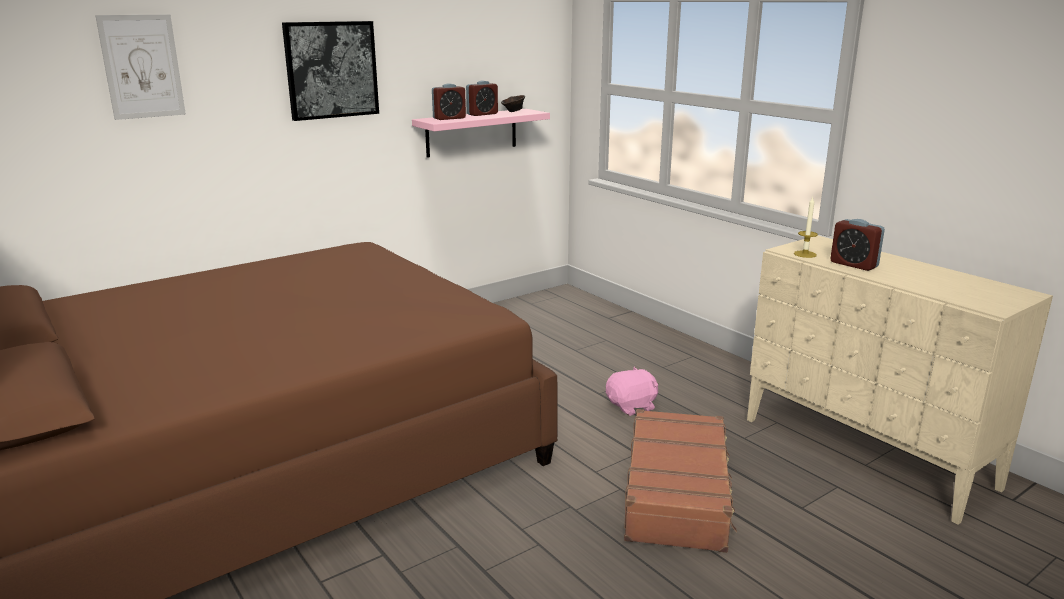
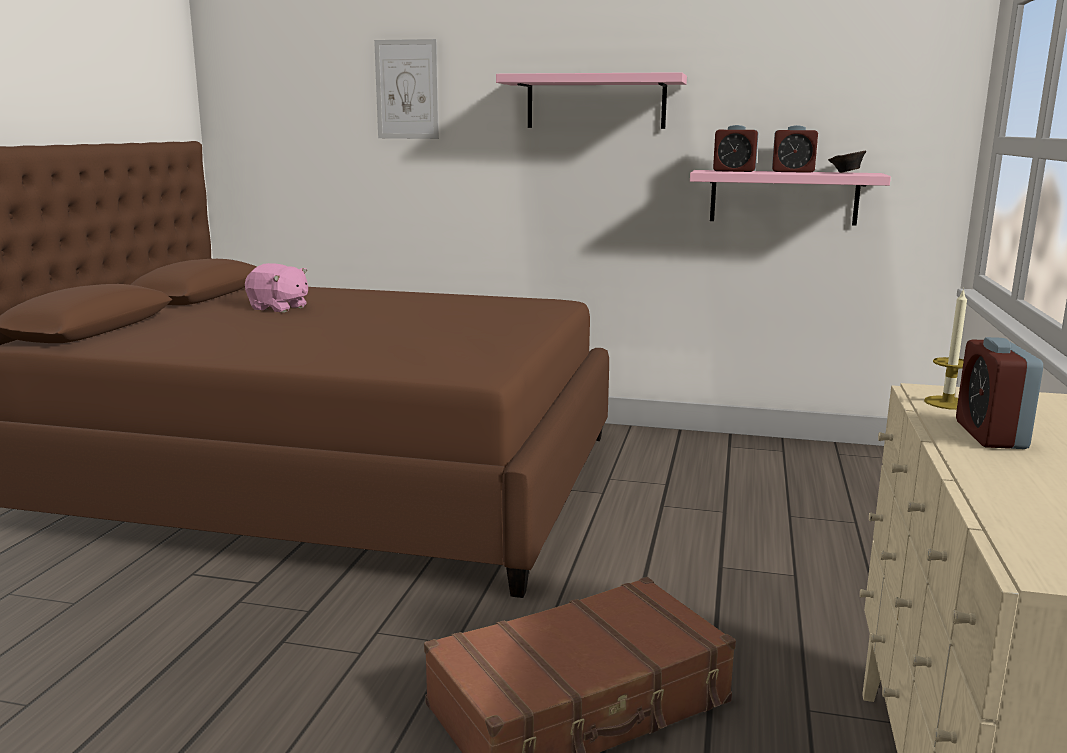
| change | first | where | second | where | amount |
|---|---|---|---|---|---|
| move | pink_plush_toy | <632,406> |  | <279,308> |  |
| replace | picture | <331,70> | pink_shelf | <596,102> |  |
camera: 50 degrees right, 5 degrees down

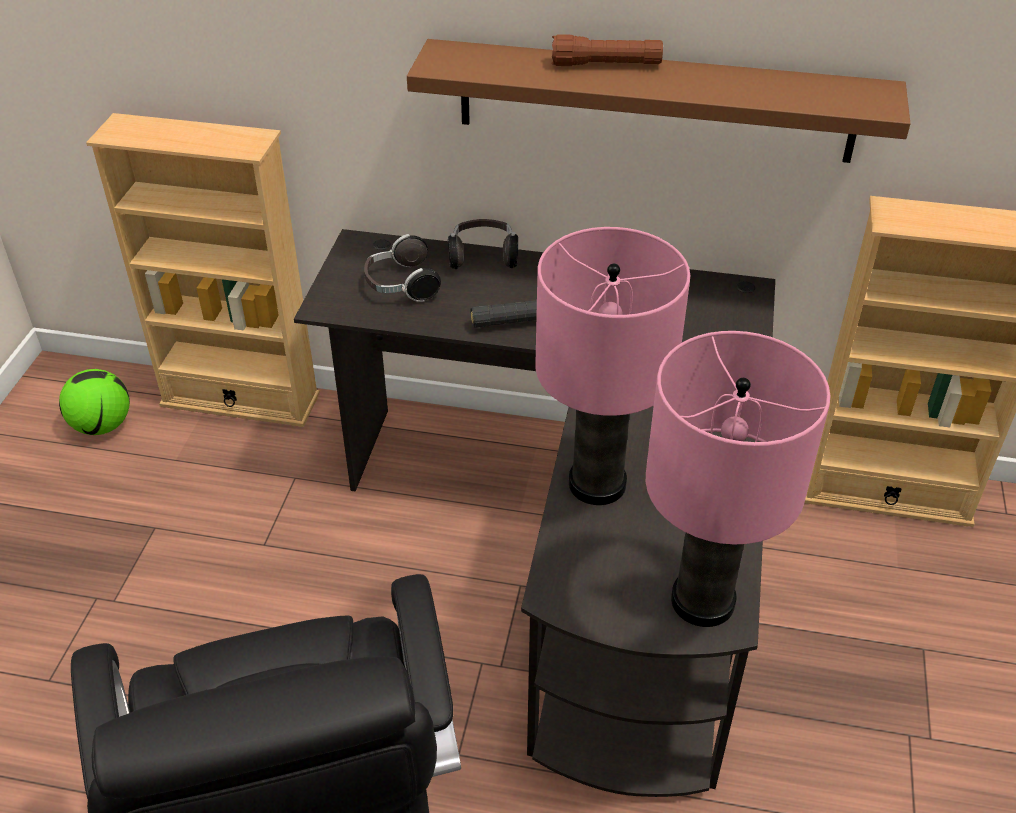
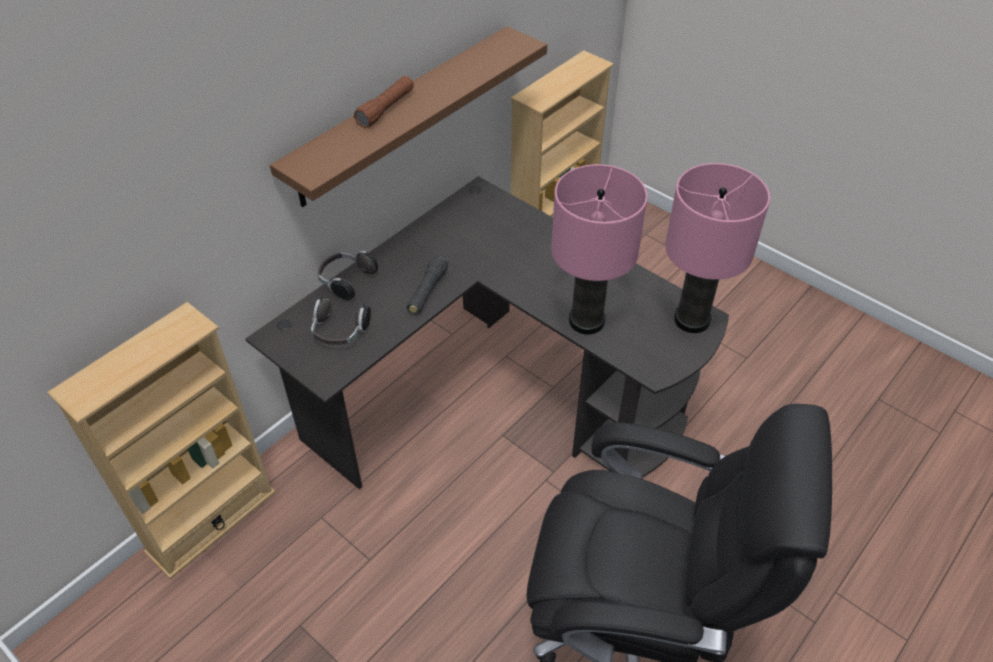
| change | first | where | second | where | amount |
|---|---|---|---|---|---|
| delete | football | <103,425> |  |  |  |
camera: 60 degrees left, 5 degrees up

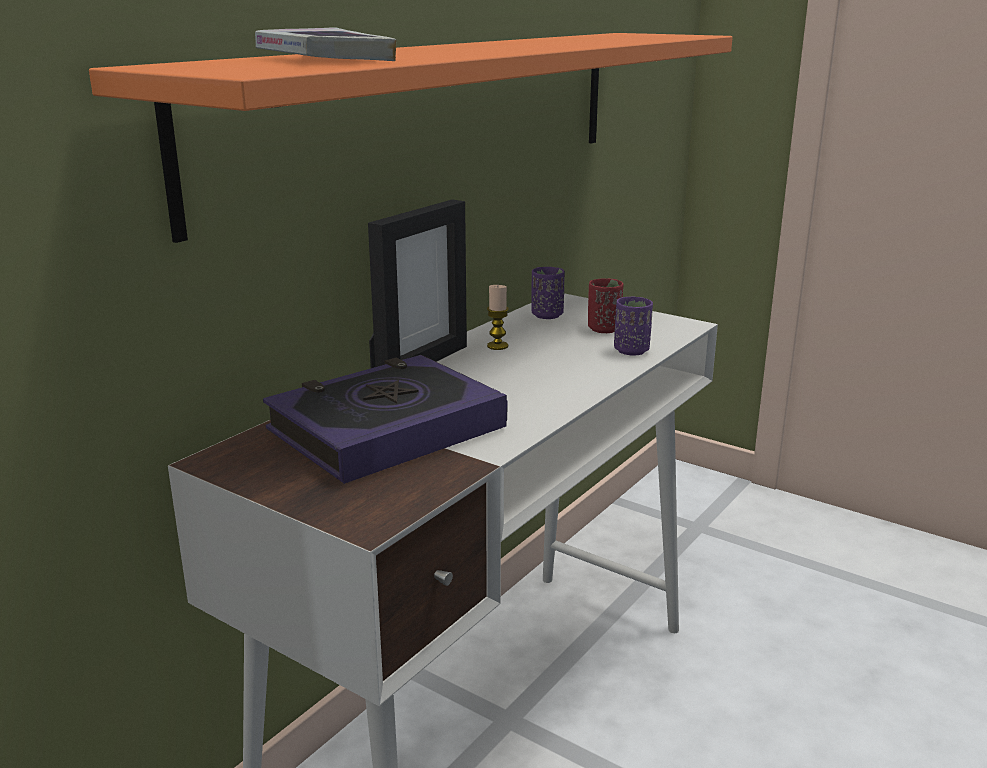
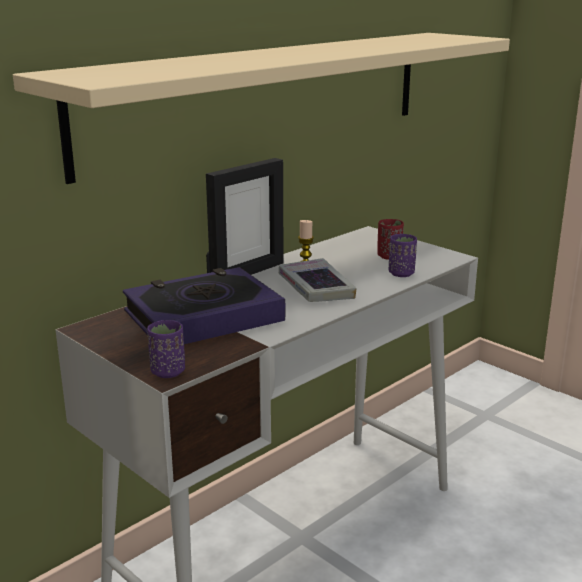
| change | first | where | second | where | amount |
|---|---|---|---|---|---|
| recolor | orange_shelf | <433,114> | beige_shelf | <266,96> |  |
| move | purple_cup | <547,315> |  | <168,372> |  |
| move | book | <323,59> |  | <315,288> |  |
camera: 10 degrees right, 0 degrees up

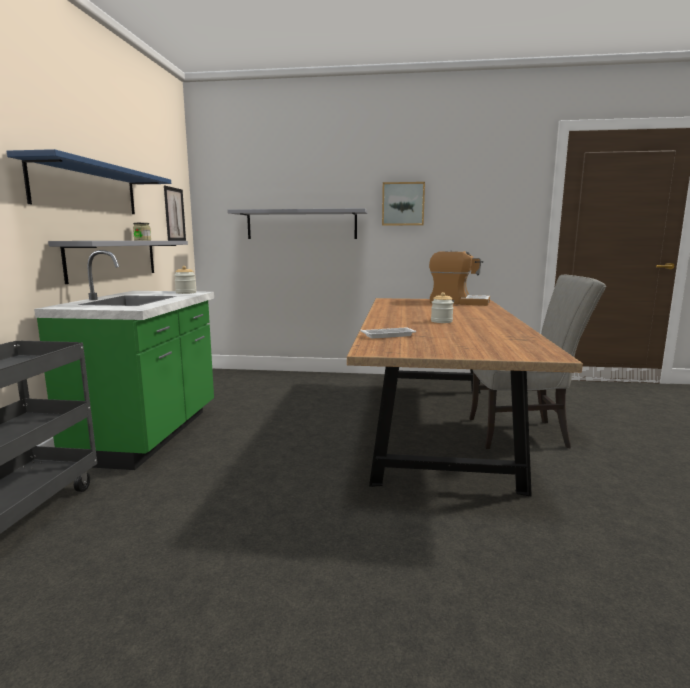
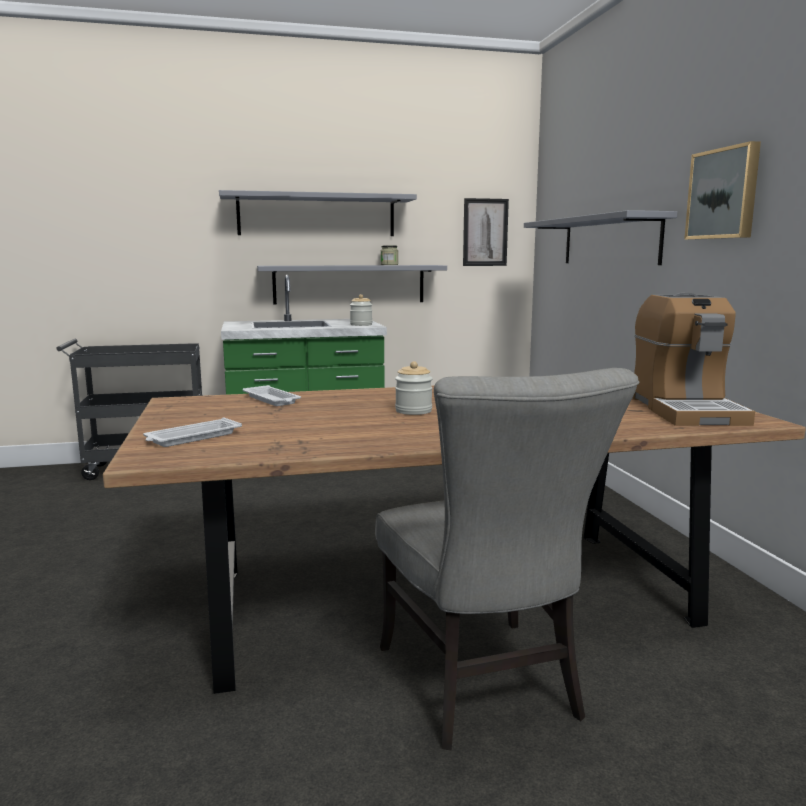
| change | first | where | second | where | amount |
|---|---|---|---|---|---|
| insert |  |  | white_tray | <192,438> |  |
| recolor | blue_shelf | <87,189> | grey_shelf | <317,215> |  |
camera: 70 degrees right, 0 degrees up

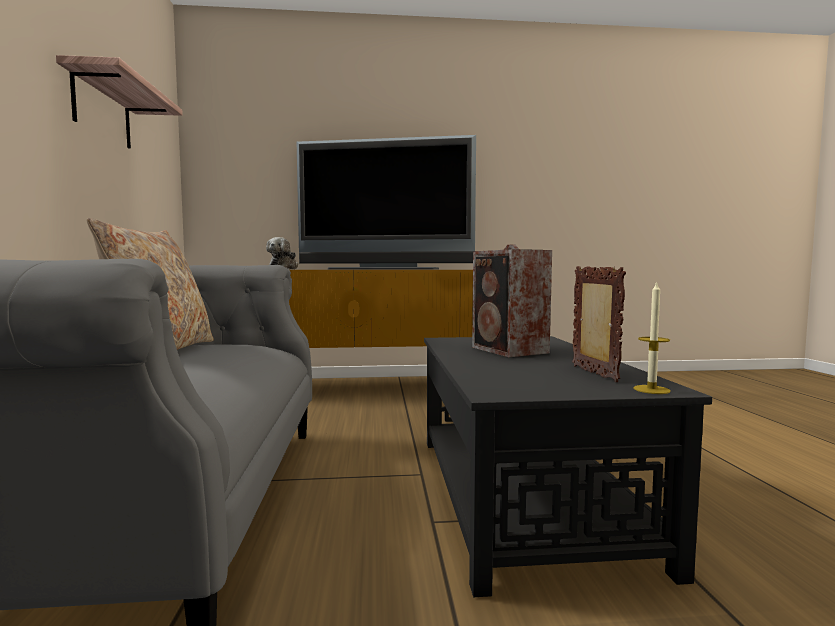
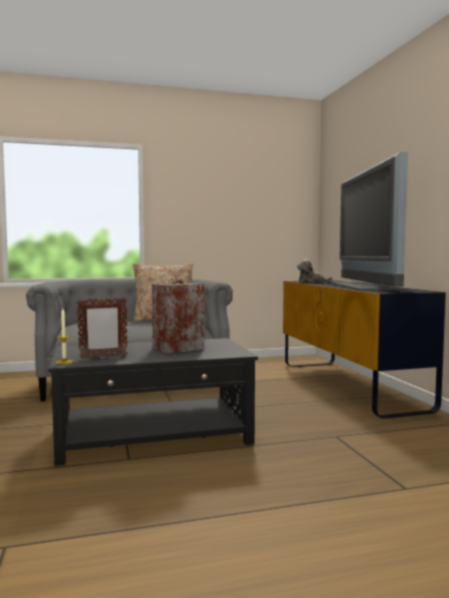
| change | first | where | second | where | amount |
|---|---|---|---|---|---|
| delete | shelf | <102,110> |  |  |  |
camera: 80 degrees right, 0 degrees up

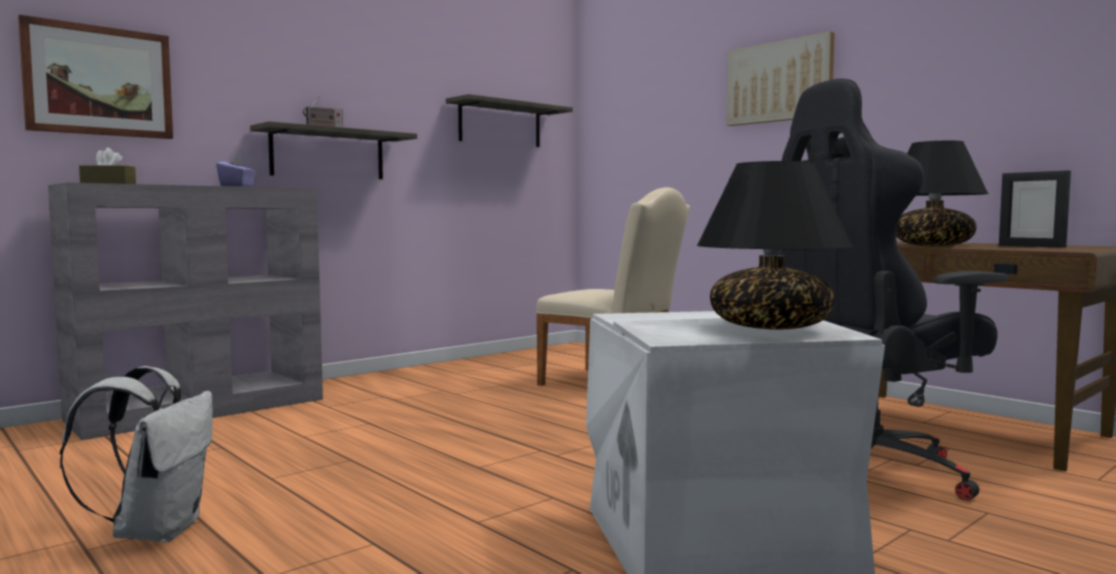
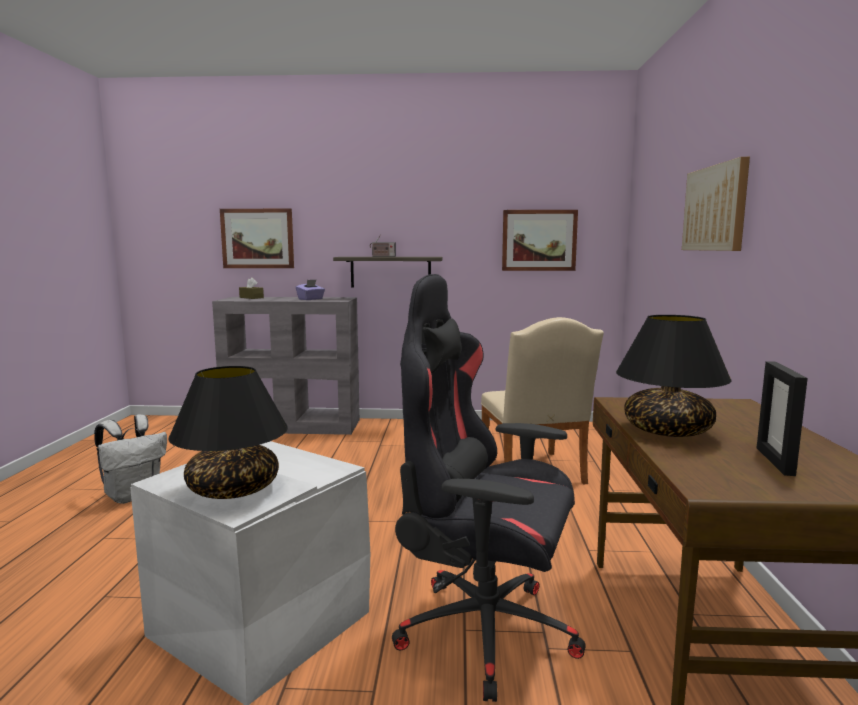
| change | first | where | second | where | amount |
|---|---|---|---|---|---|
| replace | shelf | <500,124> | picture | <539,240> |  |
camera: 45 degrees right, 5 degrees up

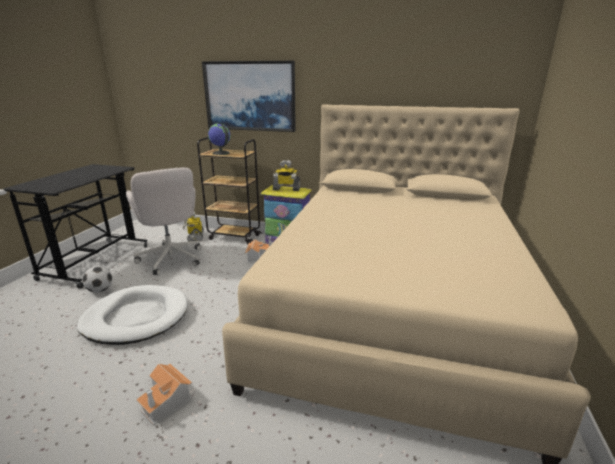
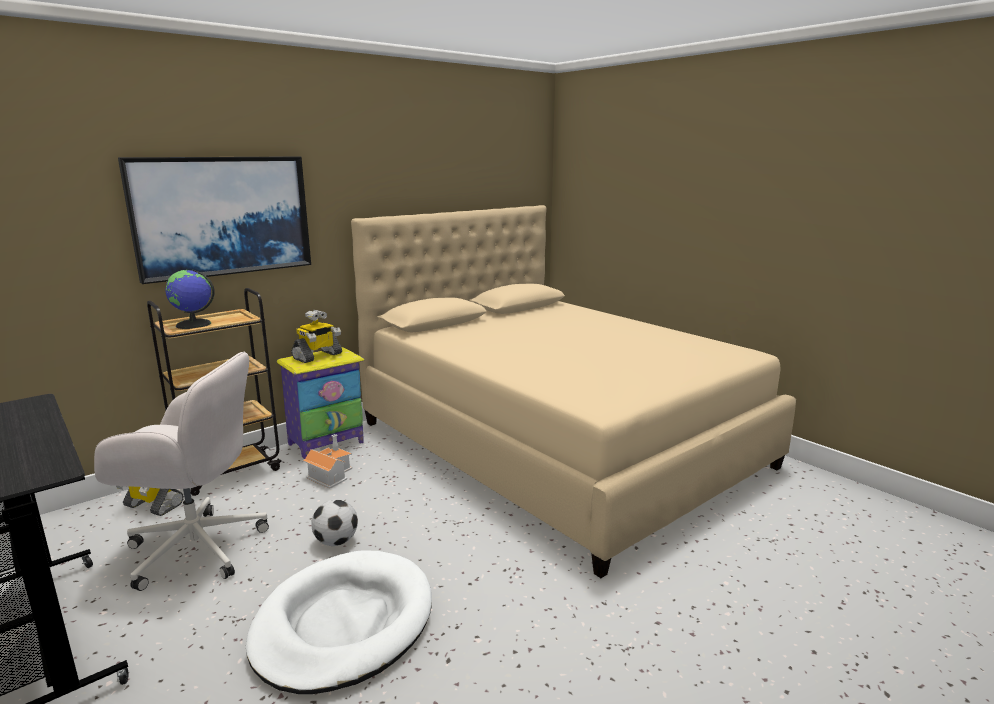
| change | first | where | second | where | amount |
|---|---|---|---|---|---|
| move | football | <100,290> |  | <336,542> |  |
| delete | toy_house | <167,402> |  |  |  |
camera: 55 degrees left, 5 degrees down

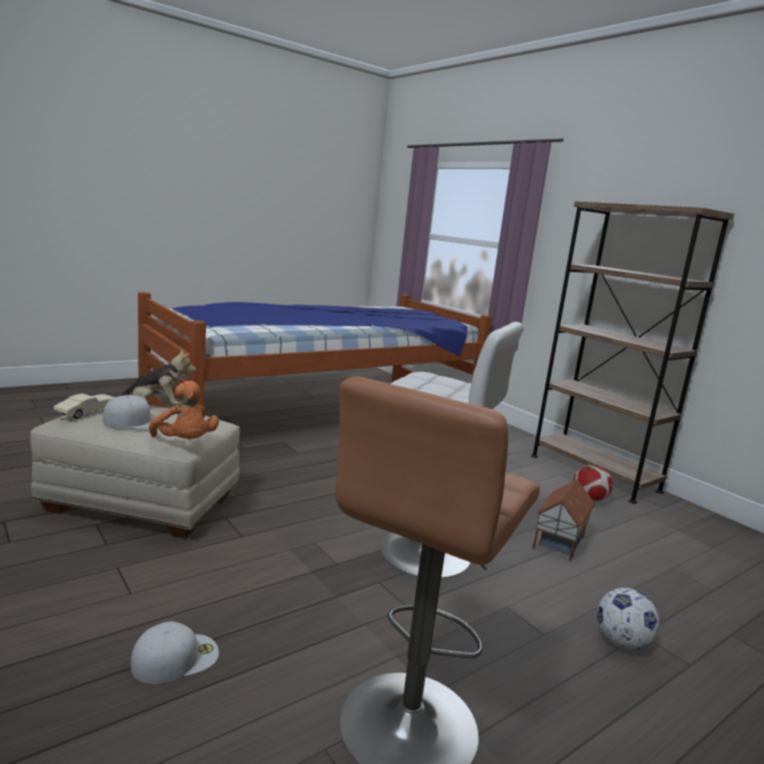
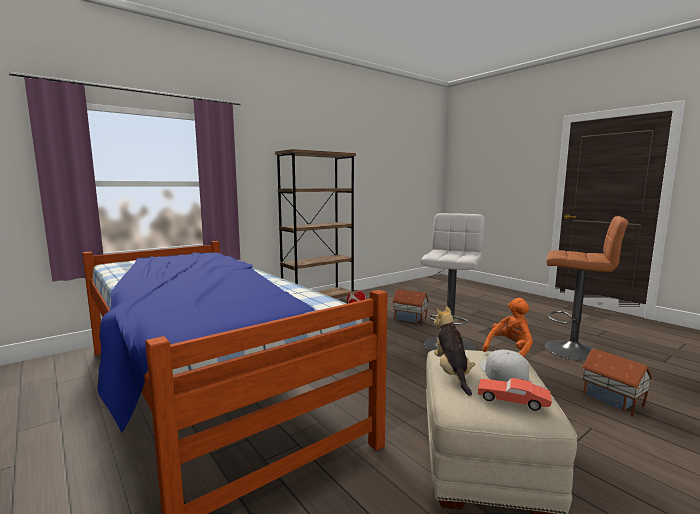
| change | first | where | second | where | amount |
|---|---|---|---|---|---|
| recolor | beige_toy_car | <87,412> | red_toy_car | <513,401> |  |
| replace | white_cap | <176,657> | toy_house | <612,400> |  |
| delete | football | <622,642> |  |  |  |
camera: 90 degrees left, 5 degrees down

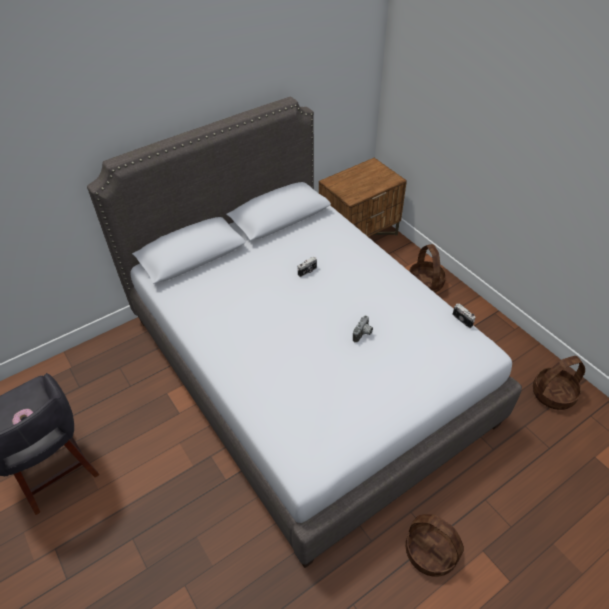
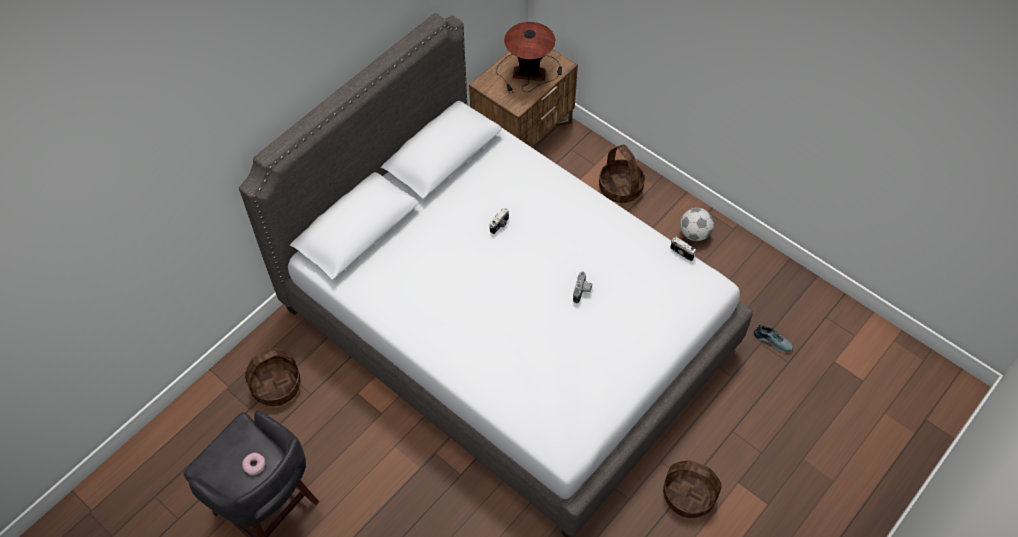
| change | first | where | second | where | amount |
|---|---|---|---|---|---|
| move | basket | <553,394> |  | <276,386> |  |
| insert |  |  | table_lamp | <528,73> |  |
| insert |  |  | football | <694,233> |  |
| insert |  |  | shoe | <773,340> |  |
camera: 15 degrees left, 10 degrees up

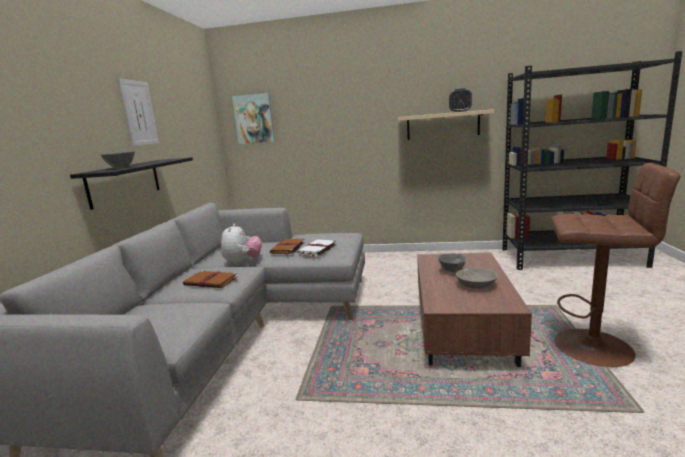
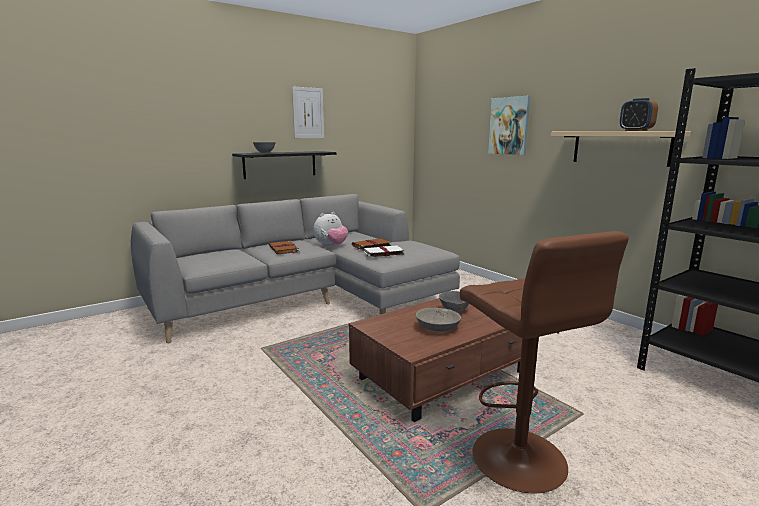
| change | first | where | second | where | amount |
|---|---|---|---|---|---|
| move | picture | <254,119> |  | <509,126> |  |
camera: 45 degrees right, 0 degrees up

